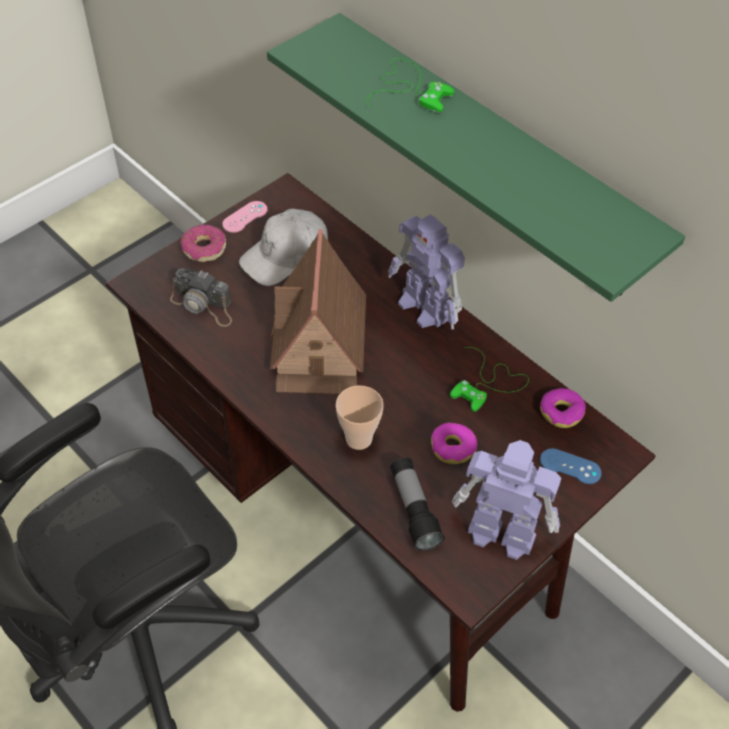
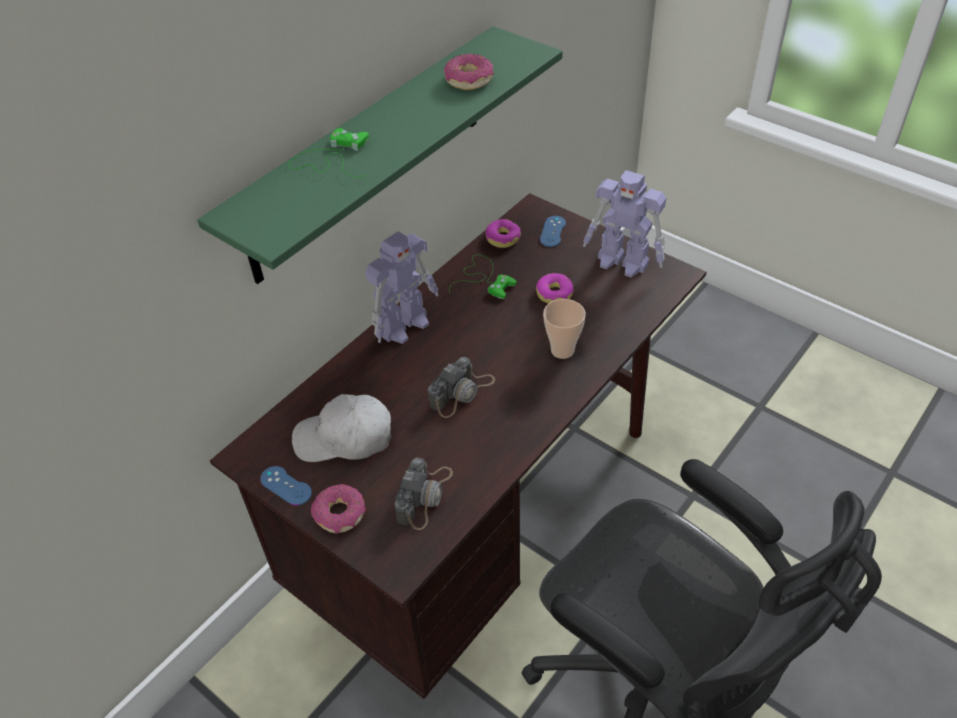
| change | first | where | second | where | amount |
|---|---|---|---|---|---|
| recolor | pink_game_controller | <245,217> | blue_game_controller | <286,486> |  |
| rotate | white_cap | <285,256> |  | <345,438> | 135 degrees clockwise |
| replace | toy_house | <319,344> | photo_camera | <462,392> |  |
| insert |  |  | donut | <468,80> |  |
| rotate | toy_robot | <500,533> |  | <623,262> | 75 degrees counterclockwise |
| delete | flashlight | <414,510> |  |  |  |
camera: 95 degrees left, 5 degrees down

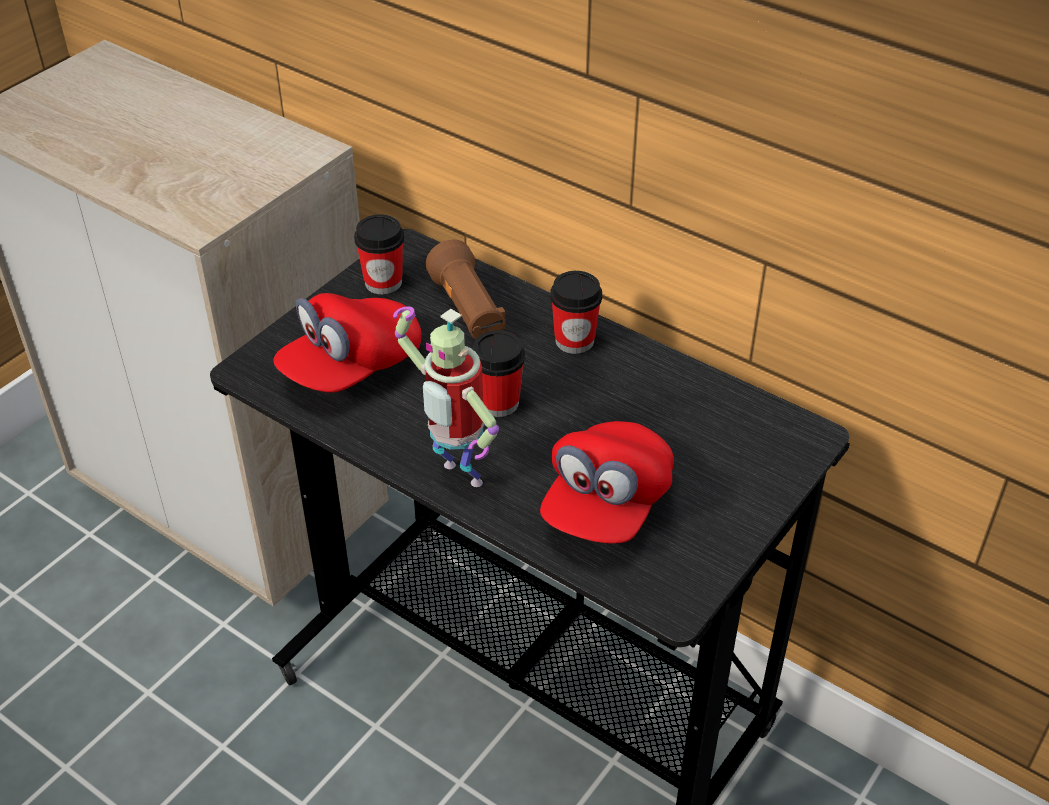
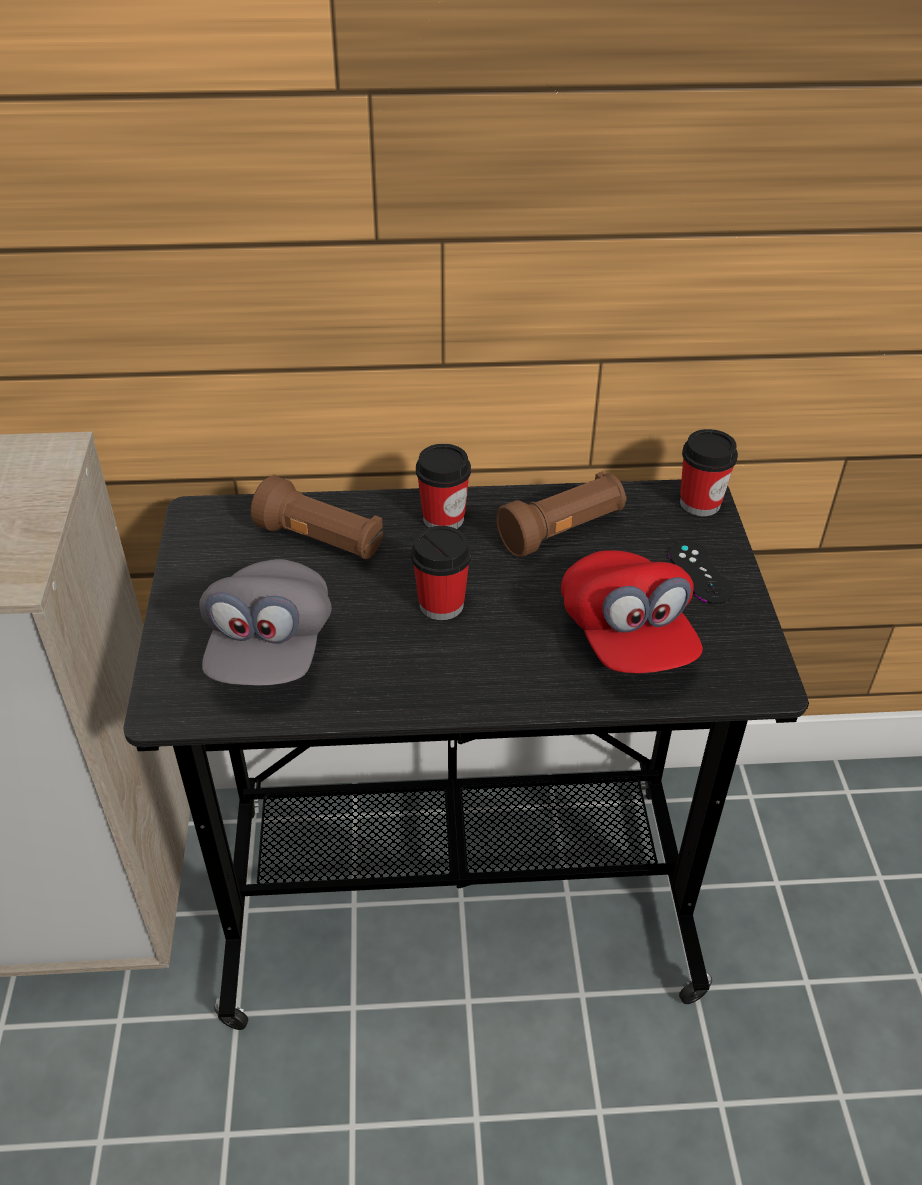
| change | first | where | second | where | amount |
|---|---|---|---|---|---|
| recolor | red_cap | <351,367> | grey_cap | <270,648> |  |
| insert |  |  | brown_flashlight | <562,531> |  |
| insert |  |  | black_game_controller | <700,573> |  |
| move | cup | <383,282> |  | <700,503> |  |
| delete | toy_robot | <456,477> |  |  |  |
camera: 40 degrees left, 0 degrees up

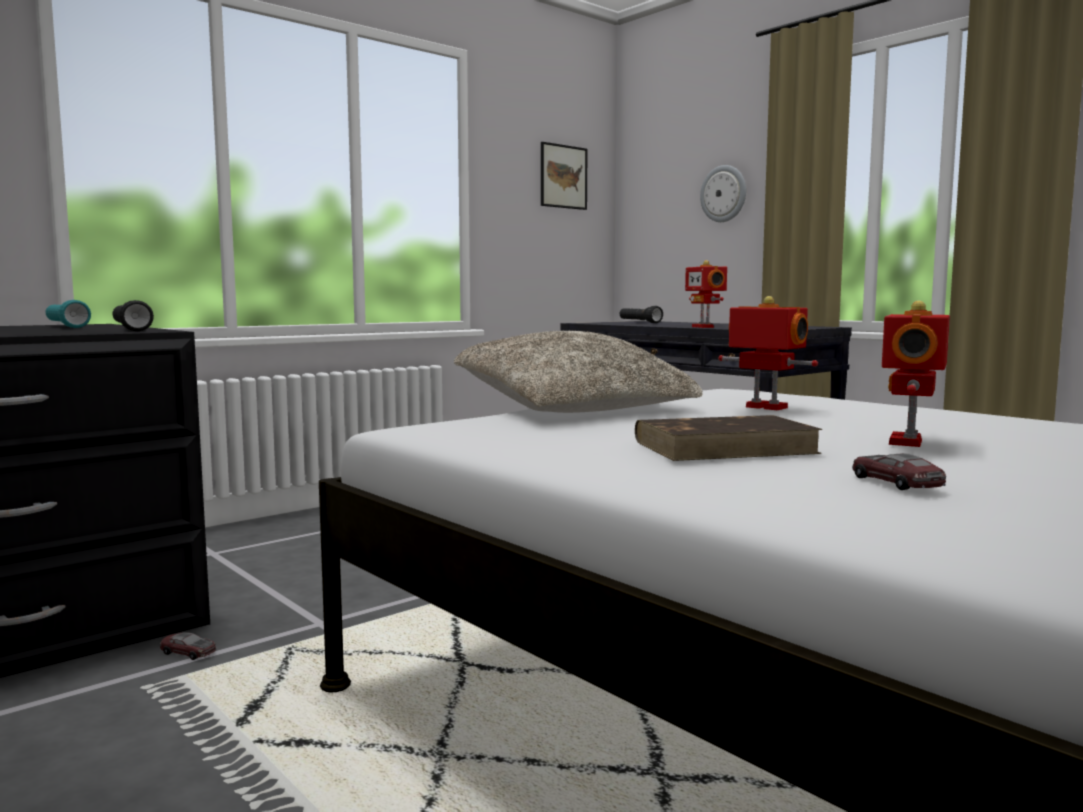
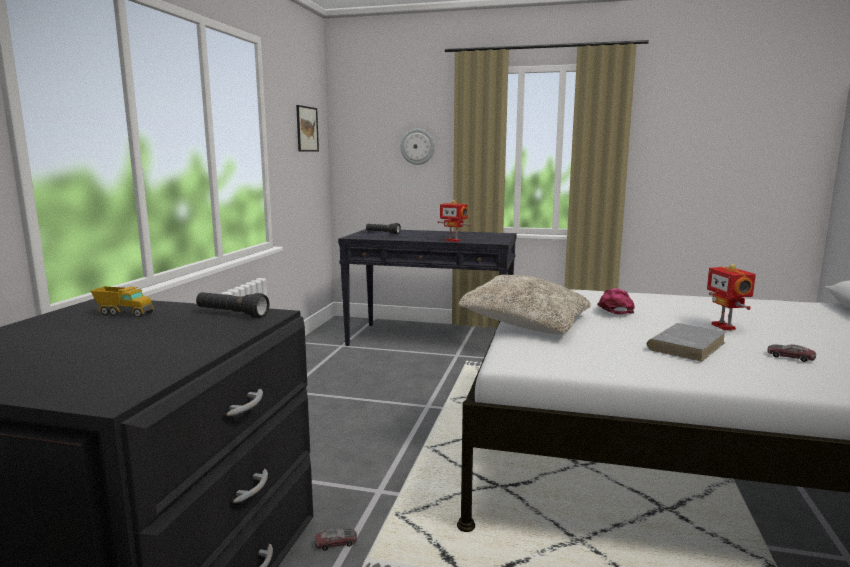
| change | first | where | second | where | amount |
|---|---|---|---|---|---|
| replace | turquoise_flashlight | <66,326> | toy_truck | <124,314> |  |
| replace | toy_robot | <765,408> | pink_cap | <615,308> |  |
| recolor | brown_book | <725,447> | grey_book | <686,345> |  |
camera: 35 degrees left, 5 degrees up

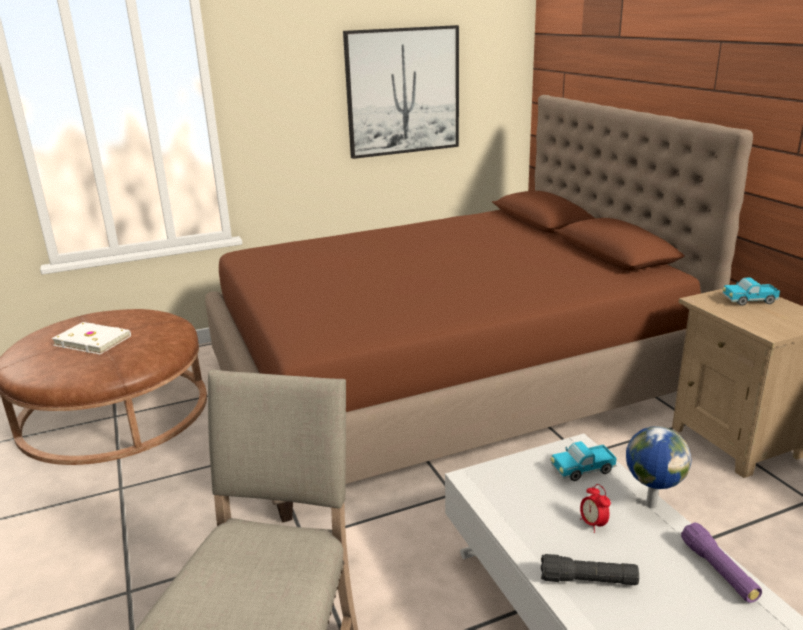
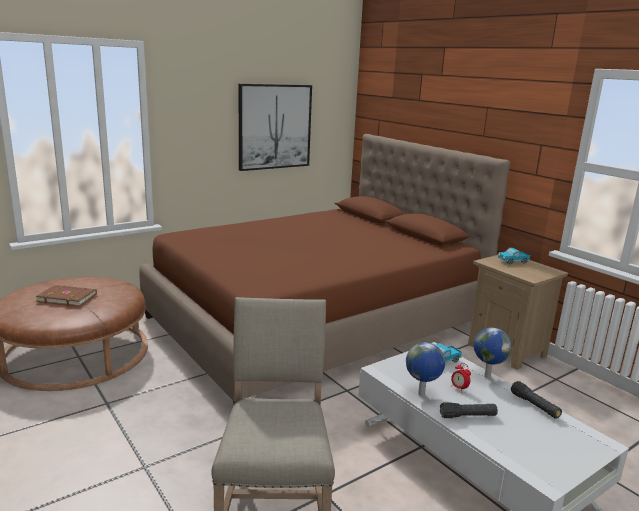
| change | first | where | second | where | amount |
|---|---|---|---|---|---|
| recolor | white_book | <93,340> | brown_book | <67,297> |  |
| insert |  |  | globe | <421,394> |  |
| recolor | purple_flashlight | <718,571> | black_flashlight | <534,406> |  |
camera: 15 degrees left, 5 degrees down

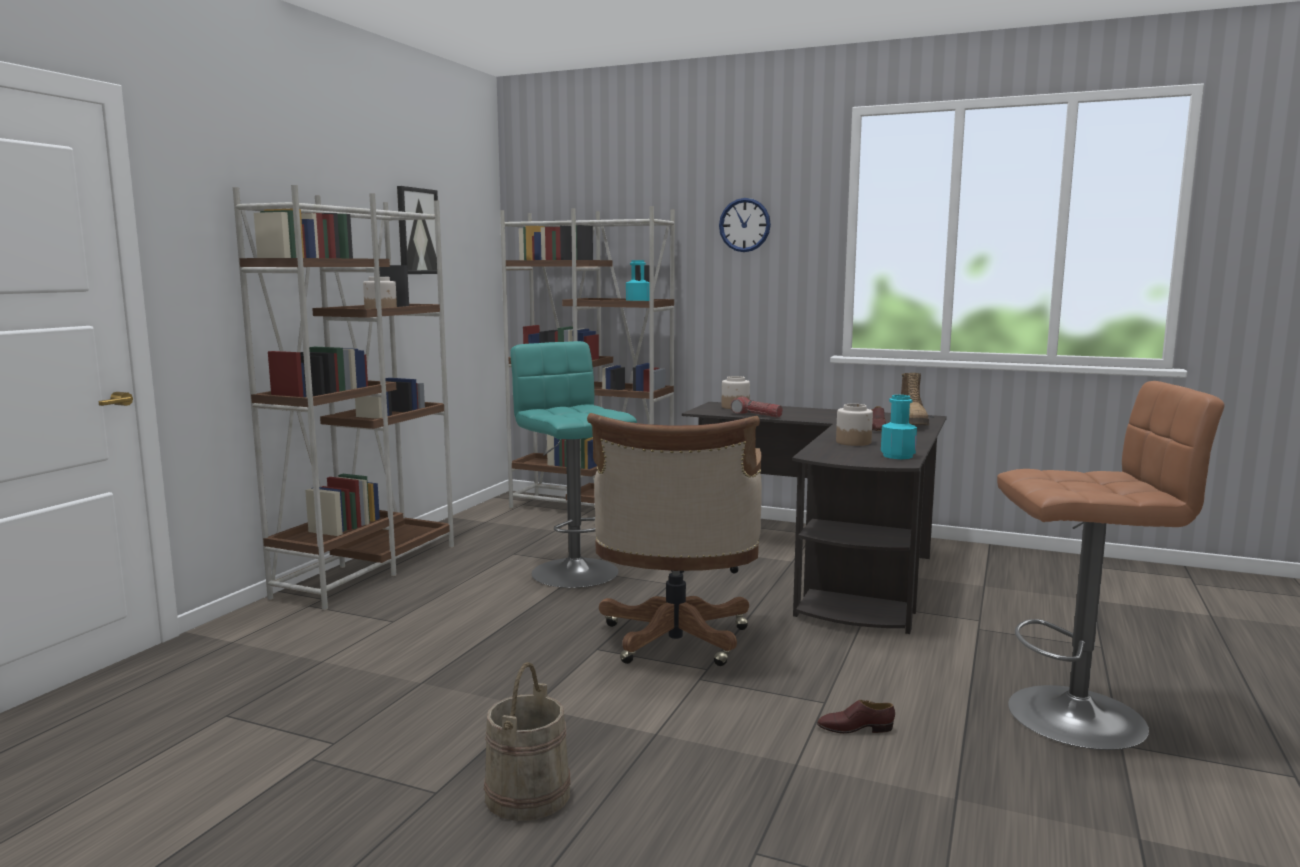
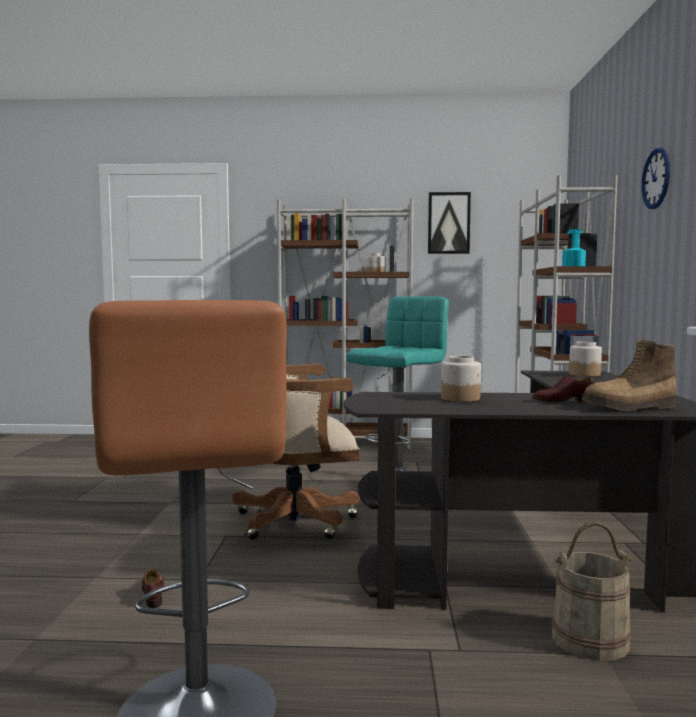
| change | first | where | second | where | amount |
|---|---|---|---|---|---|
| move | beige_bucket | <527,794> |  | <589,639> |  |
| delete | flashlight | <756,415> |  |  |  |
| delete | turquoise_bottle | <897,456> |  |  |  |
camera: 70 degrees right, 5 degrees down

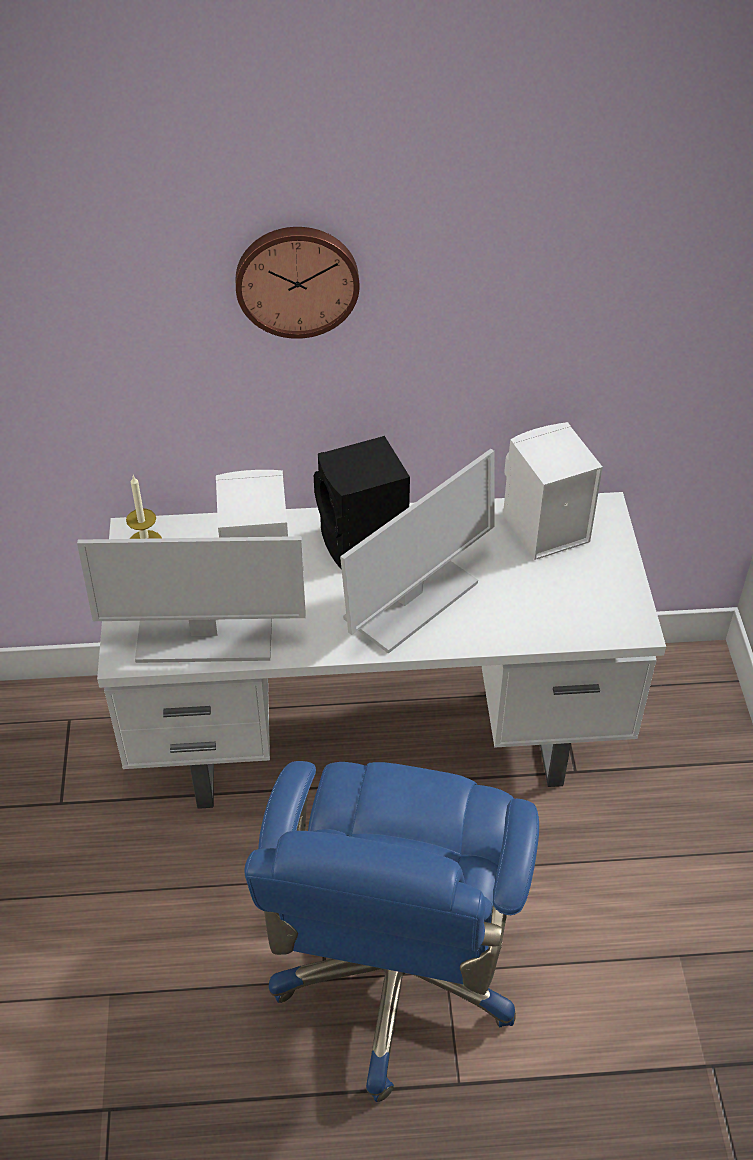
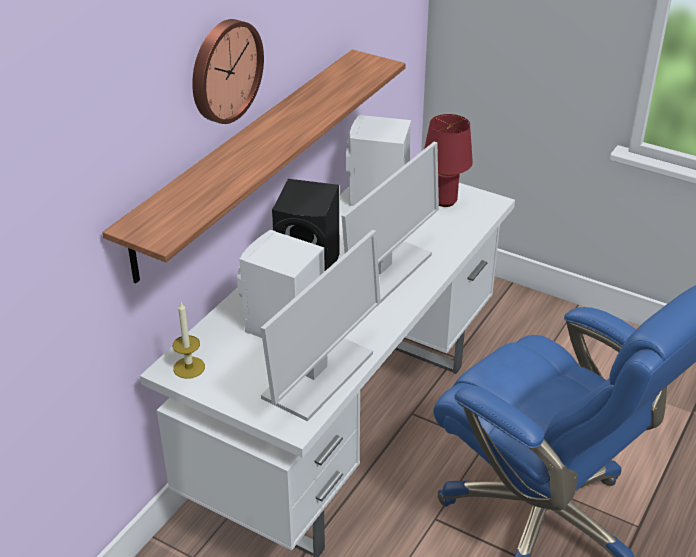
| change | first | where | second | where | amount |
|---|---|---|---|---|---|
| insert |  |  | shelf | <246,159> |  |
| rotate | monitor | <411,602> |  | <384,272> | 45 degrees clockwise |
| insert |  |  | red_table_lamp | <444,201> |  |
camera: 55 degrees left, 10 degrees down

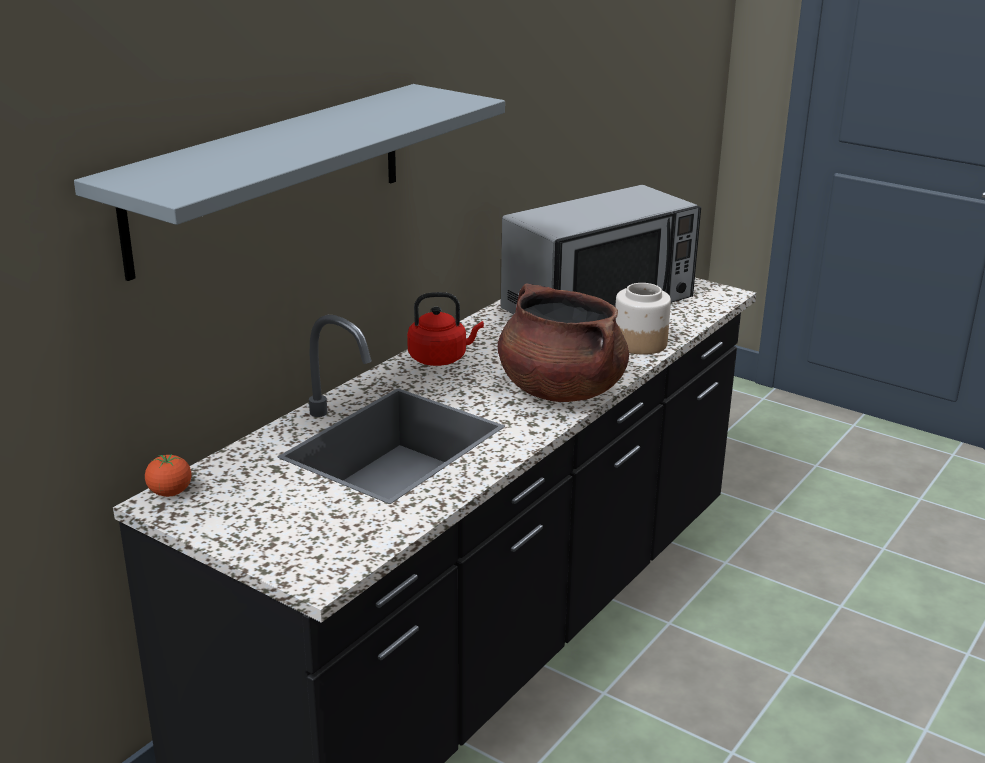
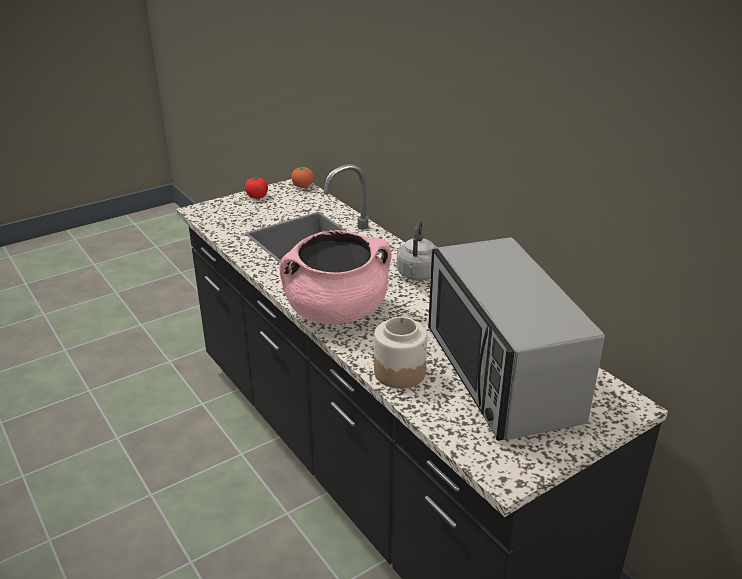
| change | first | where | second | where | amount |
|---|---|---|---|---|---|
| insert |  |  | tomato | <257,196> |  |
| recolor | brown_cooking_pot | <560,390> | pink_cooking_pot | <336,311> |  |
| recolor | red_kettle | <441,358> | grey_kettle | <417,275> |  |
| delete | grey_shelf | <271,175> |  |  |  |
camera: 110 degrees right, 5 degrees up

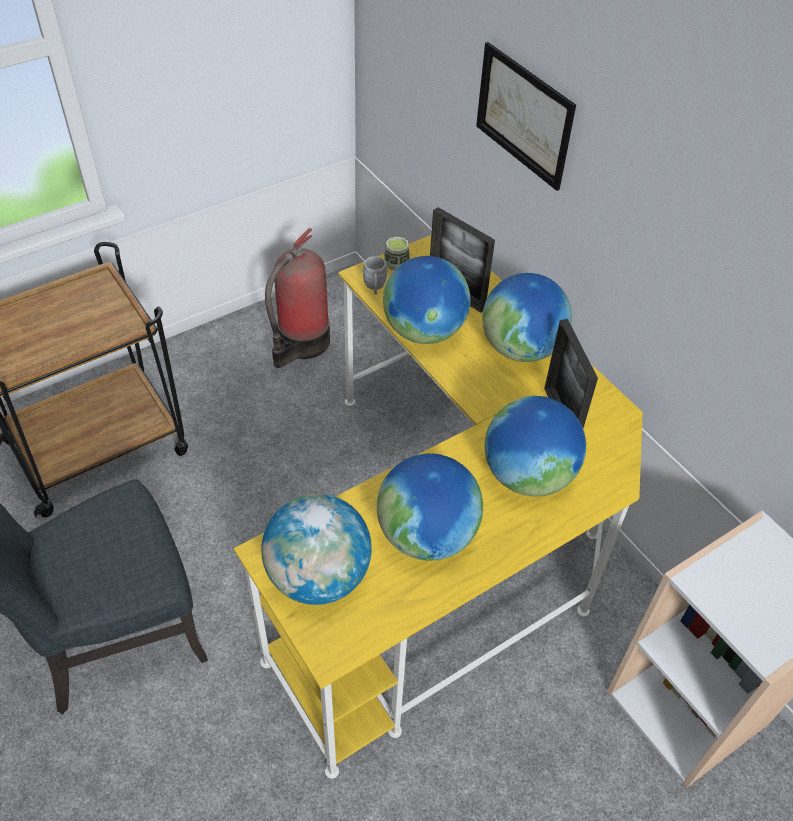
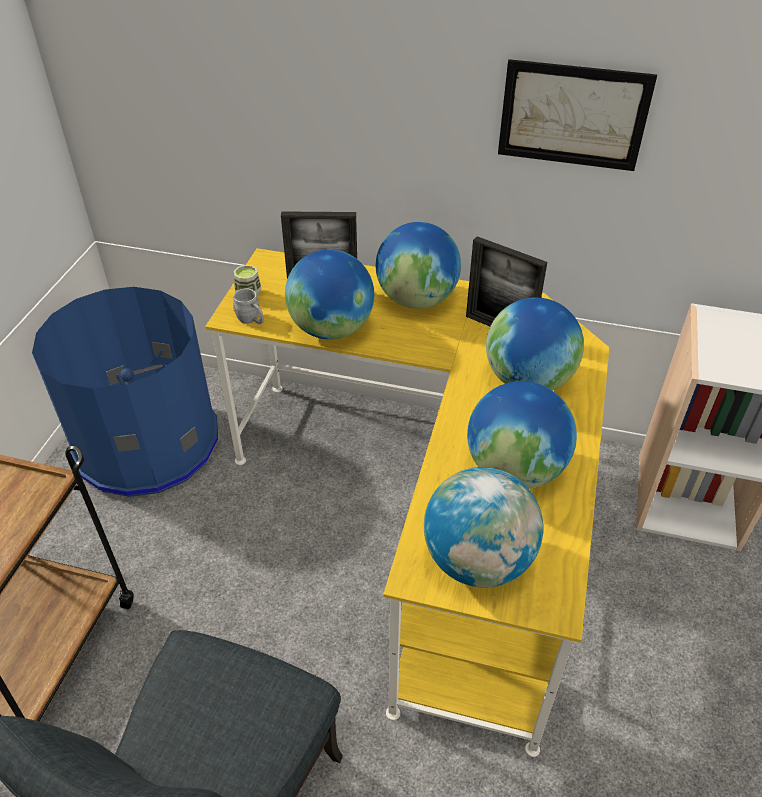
| change | first | where | second | where | amount |
|---|---|---|---|---|---|
| replace | fire_extinguisher | <301,343> | blue_trash_can | <147,442> |  |
| move | picture | <524,115> |  | <573,115> |  |
camera: 40 degrees left, 5 degrees down

